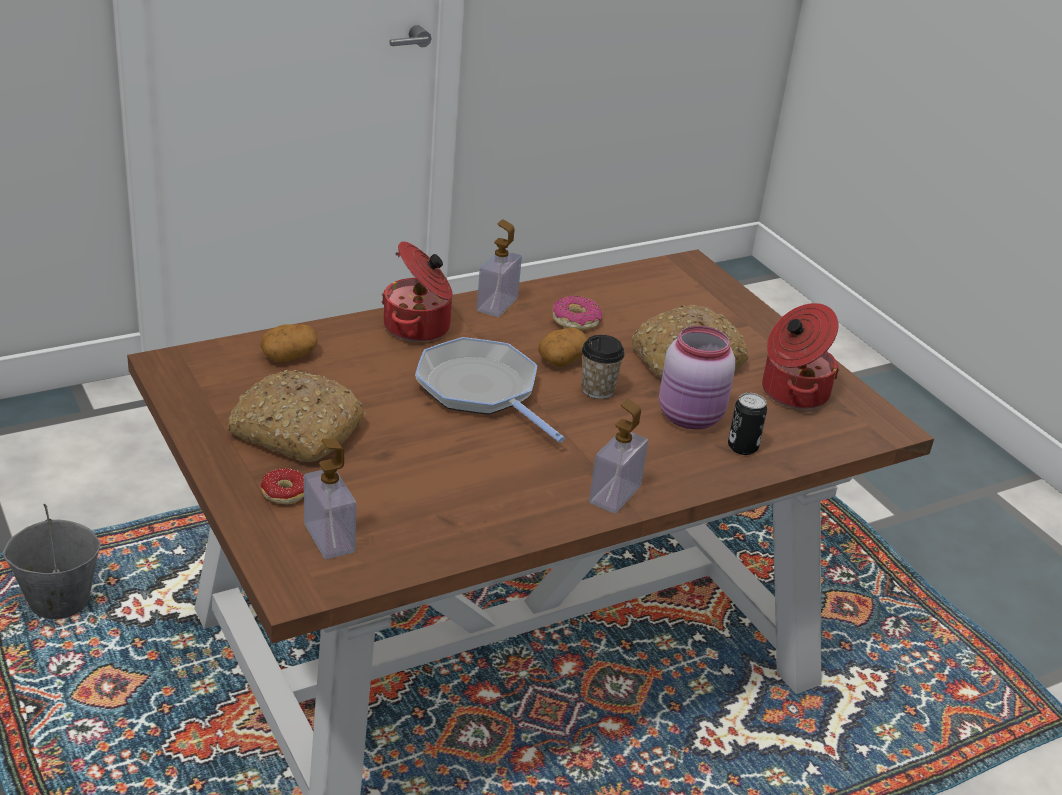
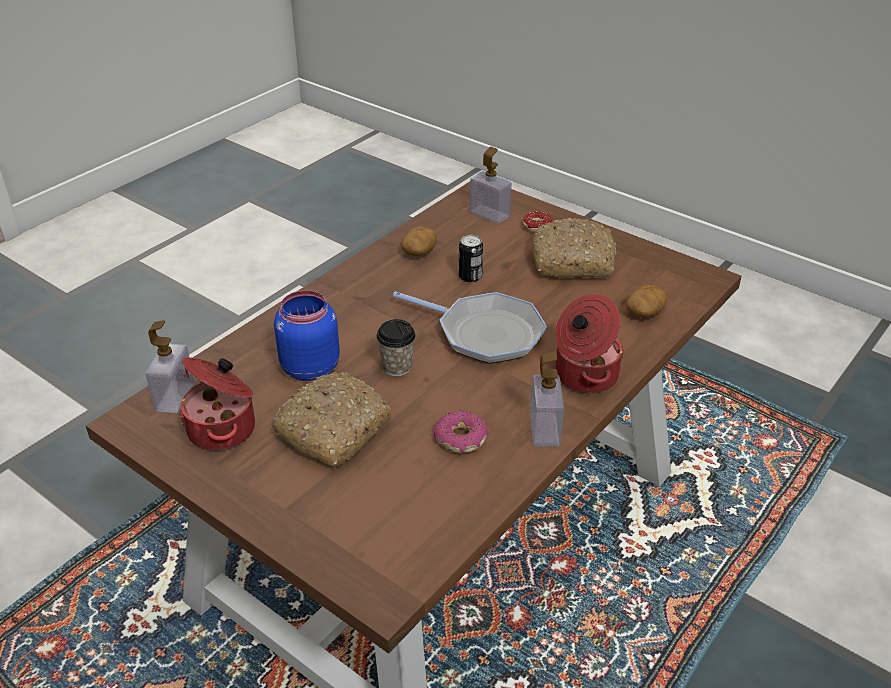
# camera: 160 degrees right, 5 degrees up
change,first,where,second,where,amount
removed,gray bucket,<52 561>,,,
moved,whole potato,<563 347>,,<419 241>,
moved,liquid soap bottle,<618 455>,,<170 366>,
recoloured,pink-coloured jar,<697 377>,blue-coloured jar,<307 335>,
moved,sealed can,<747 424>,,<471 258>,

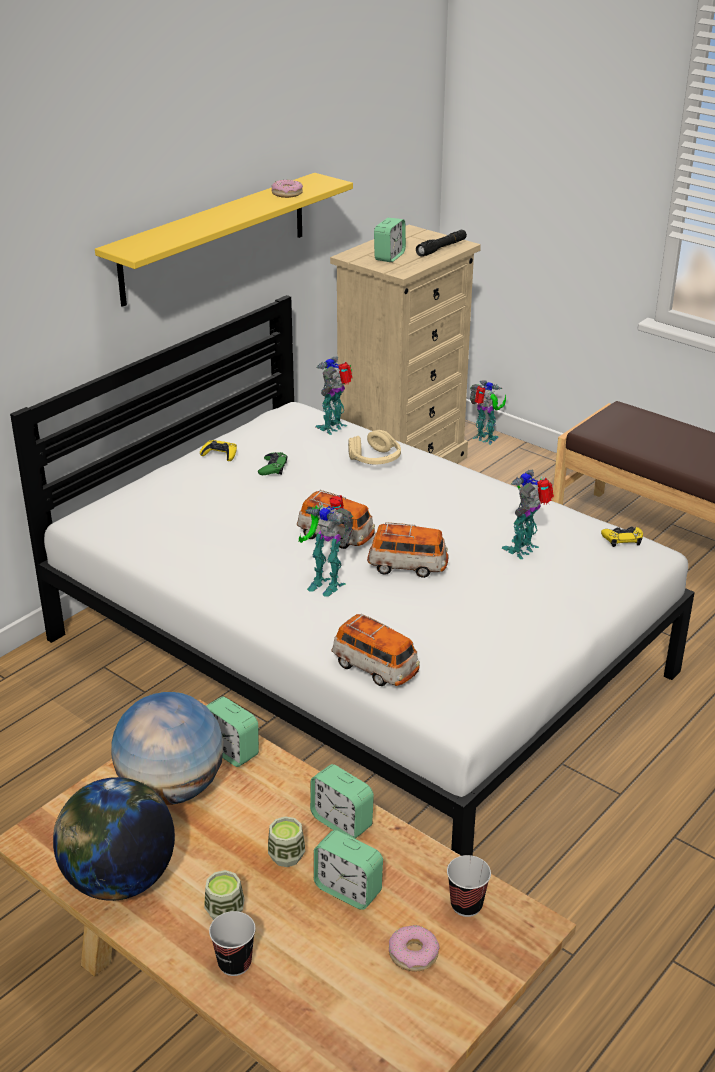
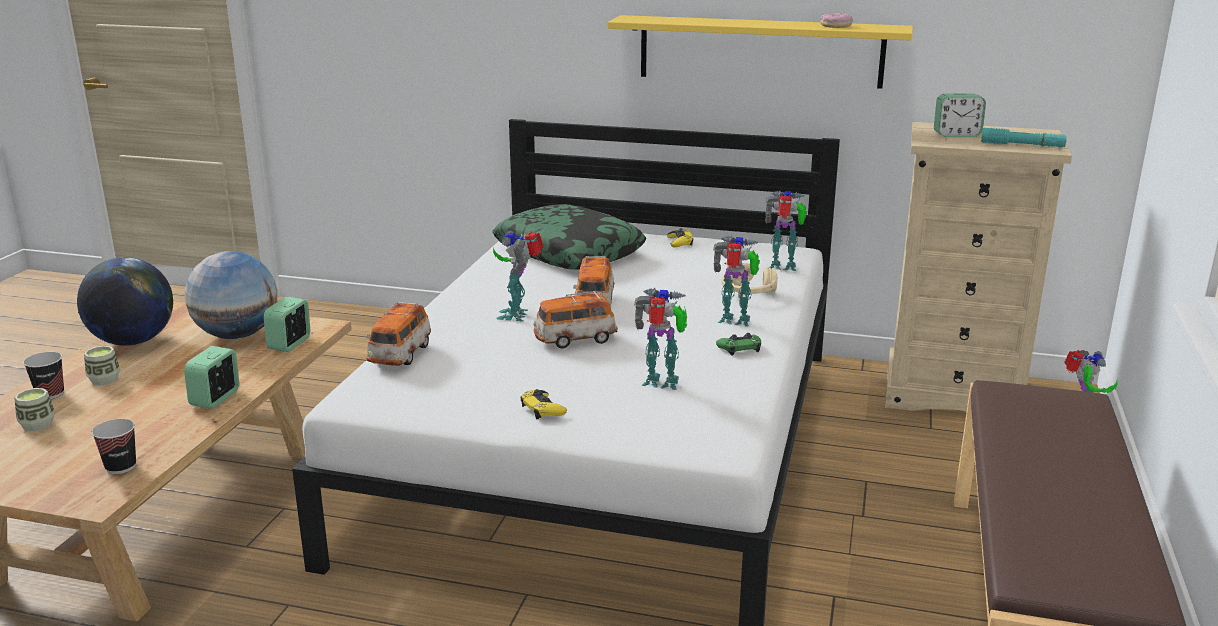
# camera: 65 degrees right, 10 degrees down
change,first,where,second,where,amount
moved,greenish gamepad,<272 463>,,<738 344>,
moved,cup,<286 841>,,<34 409>,
removed,table clock,<348 870>,,,
turned,miniature car,<408 550>,,<575 319>,90 degrees clockwise
removed,donut,<414 948>,,,
recoloured,black-coloured torch,<441 243>,blue-green torch,<1024 137>,
moved,yellow-coloured gamepad,<622 536>,,<544 404>,
added,,,throw pillow,<569 237>,
added,,,toy robot,<736 281>,

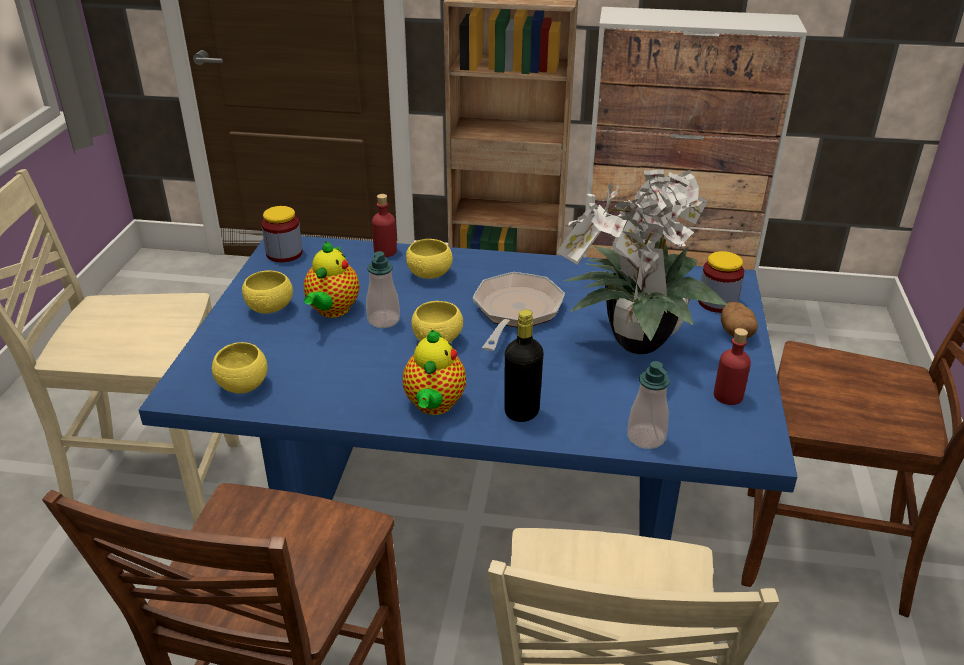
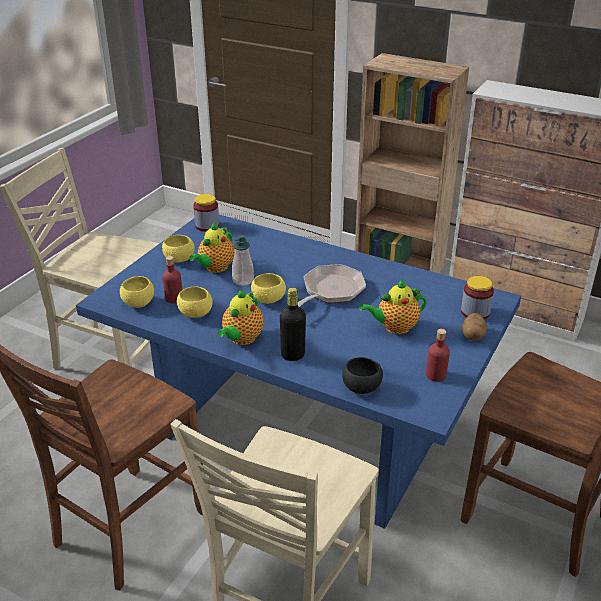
# camera: 20 degrees right, 0 degrees up
change,first,where,second,where,amount
moved,reddish beverage bottle,<384 225>,,<172 279>,
moved,yellow-coloured deep dish,<429 259>,,<195 302>,
replaced,plant in a pot,<642 262>,tea pot,<393 307>,
replaced,liquid soap bottle,<648 405>,black-coloured deep dish,<362 375>,

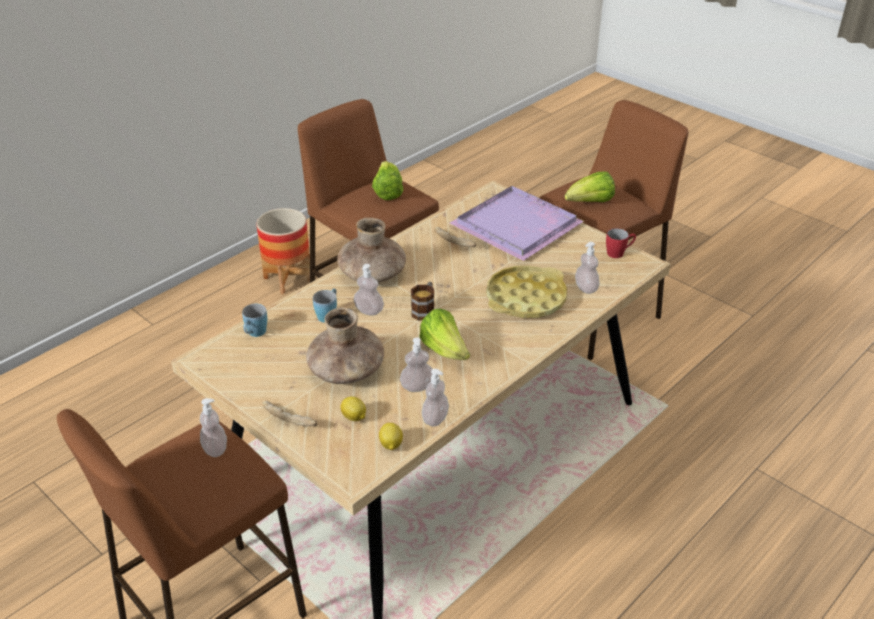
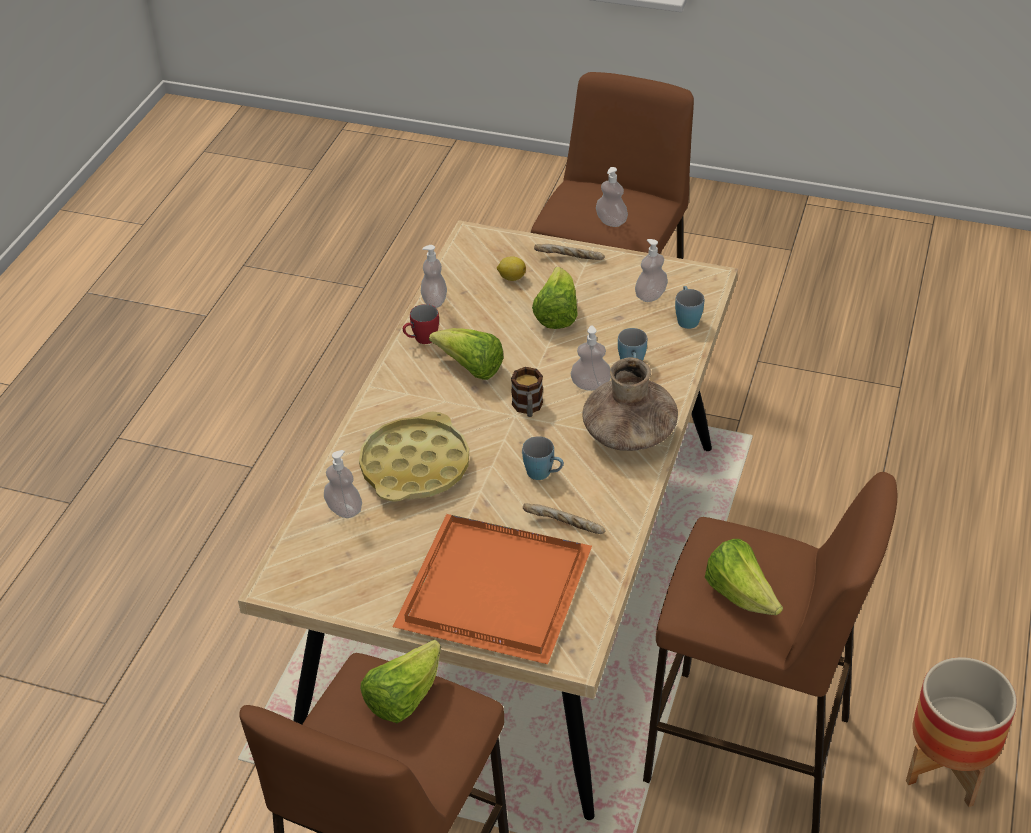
# camera: 155 degrees right, 5 degrees up
change,first,where,second,where,amount
replaced,brown-coloured flower vase,<345 345>,lettuce head,<555 298>,
removed,citrus fruit,<391 436>,,,
moved,liquid soap bottle,<416 364>,,<651 270>,
recoloured,purplish serving tray,<517 223>,orange serving tray,<492 589>,
moved,reddish tea mug,<621 243>,,<421 324>,
added,,,blue-coloured tea mug,<543 458>,

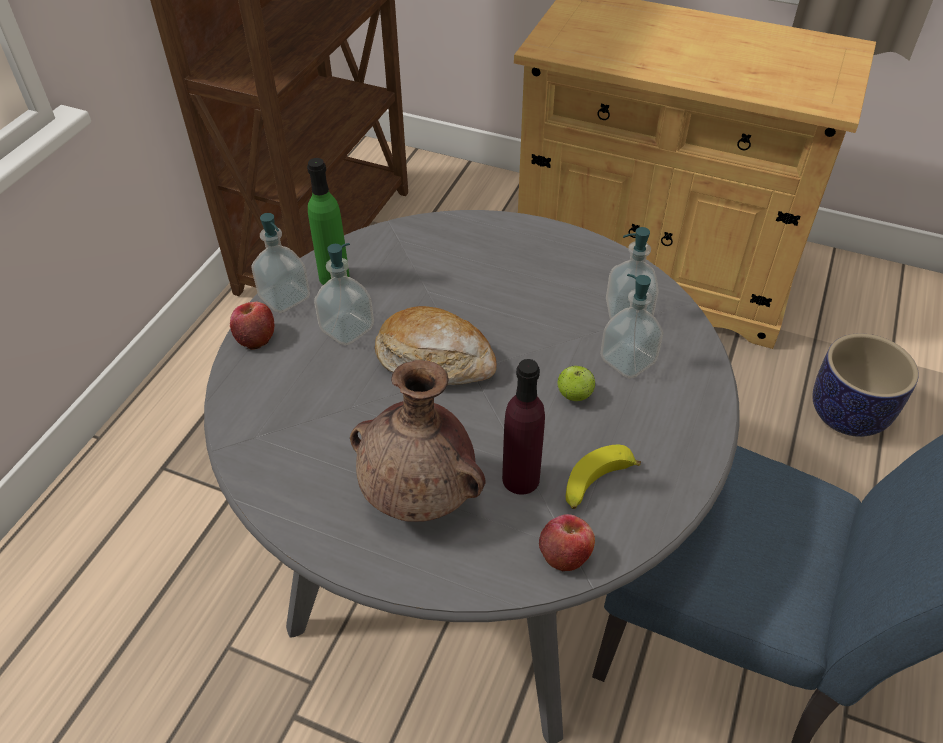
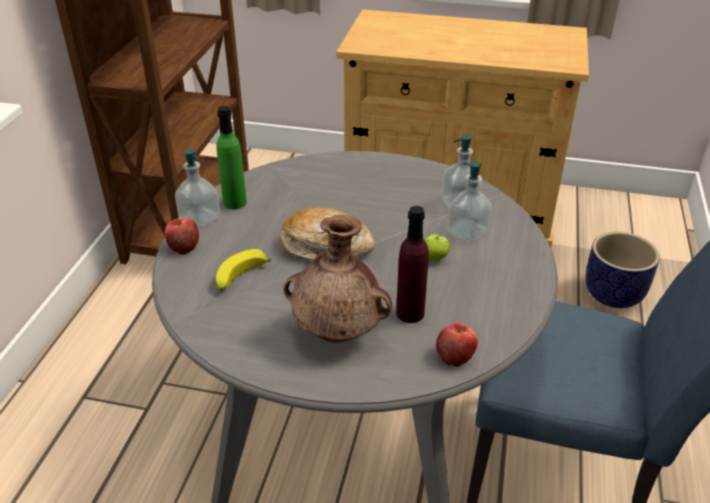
# camera: 10 degrees left, 10 degrees down
change,first,where,second,where,amount
removed,liquid soap bottle,<344 294>,,,
moved,banana fruit,<603 477>,,<243 269>,

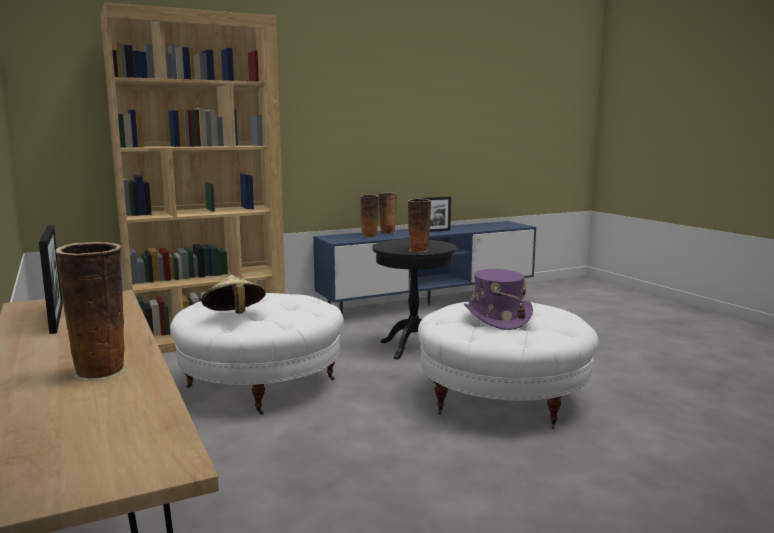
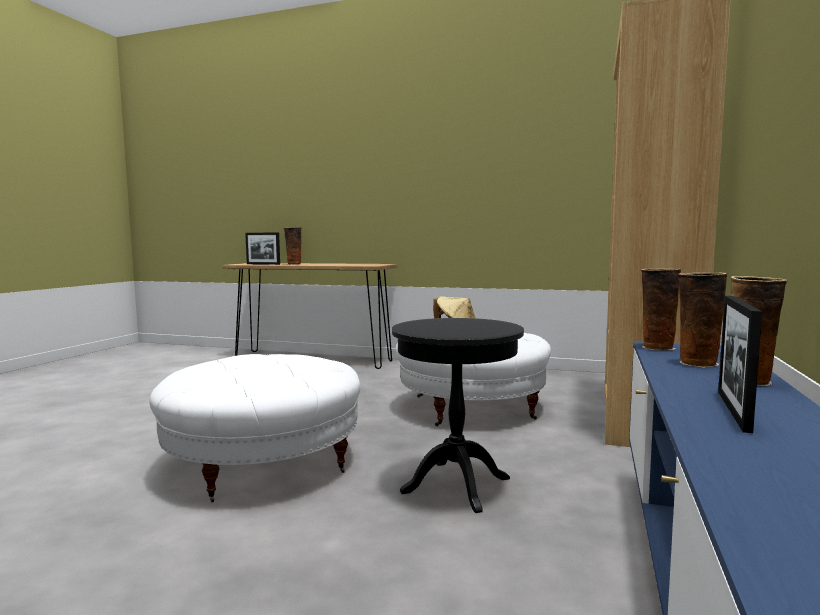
# camera: 135 degrees right, 5 degrees down
change,first,where,second,where,amount
moved,picture frame,<51 279>,,<262 248>,
moved,flower vase,<419 225>,,<661 309>,
removed,purplish clothing hat,<498 299>,,,

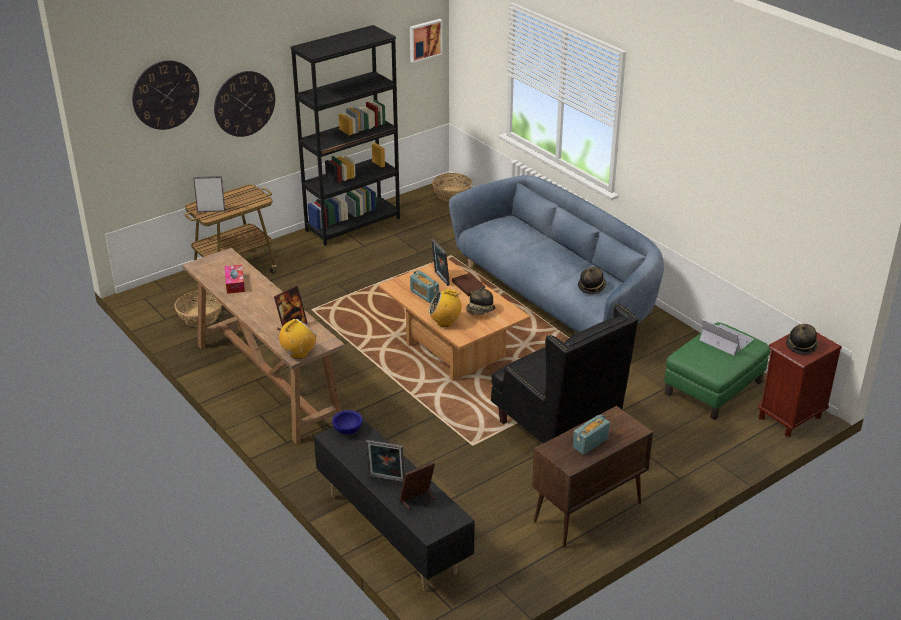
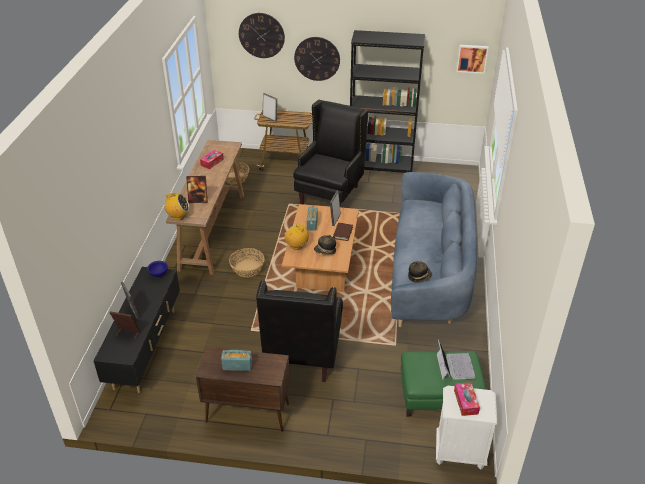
# camera: 45 degrees right, 5 degrees up
change,first,where,second,where,amount
moved,household basket,<452 187>,,<247 262>,
recoloured,brown-coloured bedside table,<800 385>,whitish bedside table,<467 428>,
replaced,clothing hat,<802 339>,tissue holder,<467 399>,
added,,,black-coloured armchair,<330 152>,

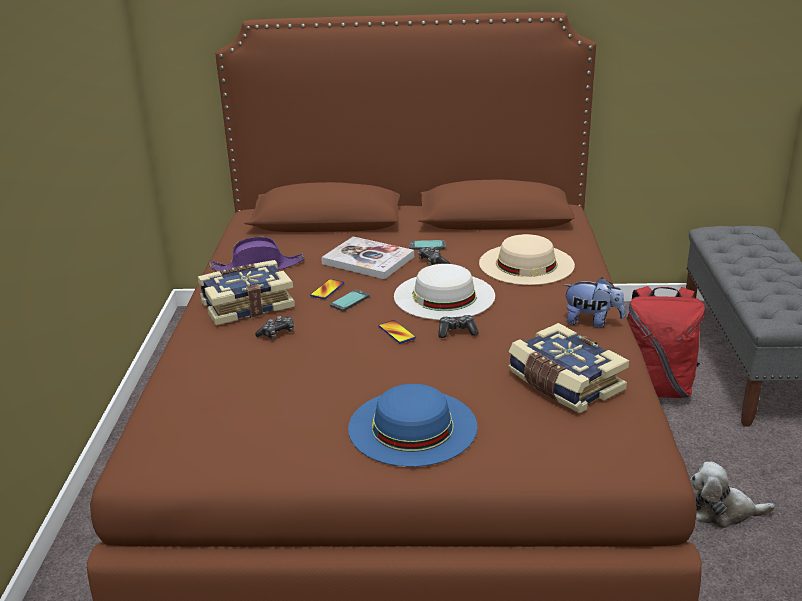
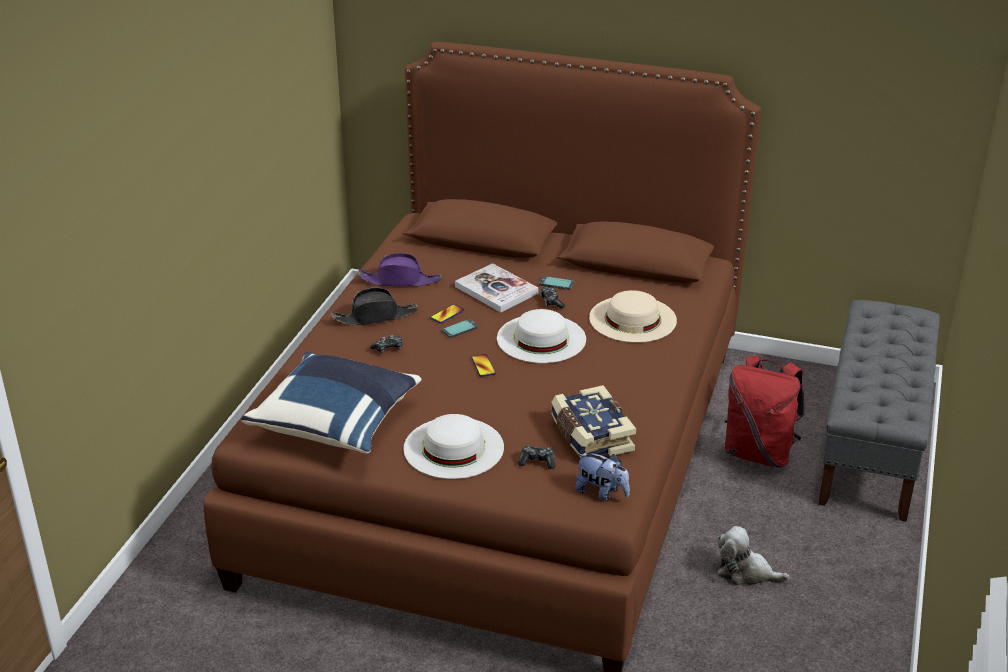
# camera: 15 degrees right, 5 degrees up
change,first,where,second,where,amount
replaced,volume,<246 292>,black-coloured clothing hat,<374 307>,
recoloured,blue-coloured clothing hat,<412 425>,whitish clothing hat,<453 446>,
moved,gamepad,<458 326>,,<536 457>,
moved,soft toy,<594 302>,,<603 477>,
added,,,blue-coloured throw pillow,<331 403>,

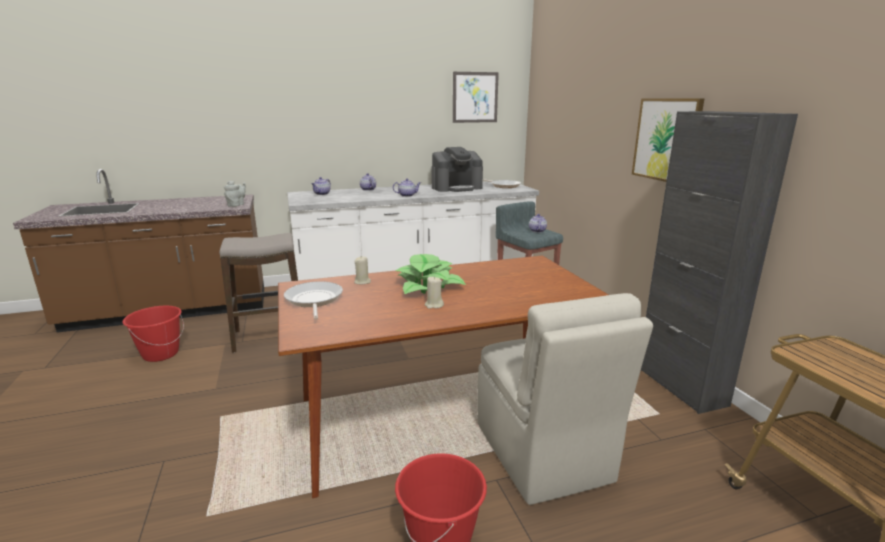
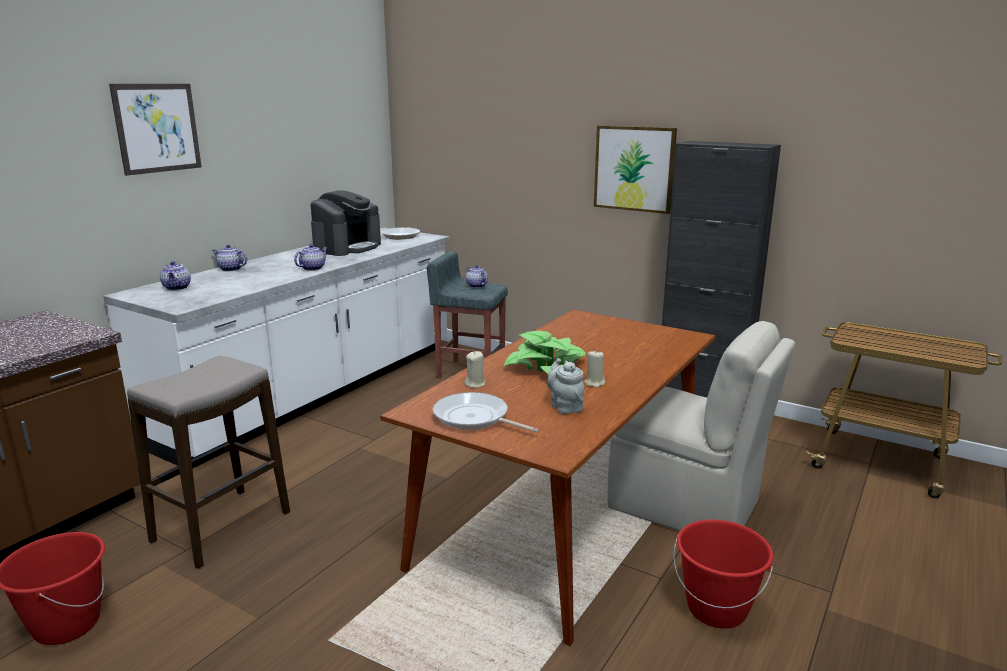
# camera: 40 degrees left, 0 degrees up
change,first,where,second,where,amount
moved,gray tea pot,<235 194>,,<565 386>,
moved,picture,<476 97>,,<155 130>,

